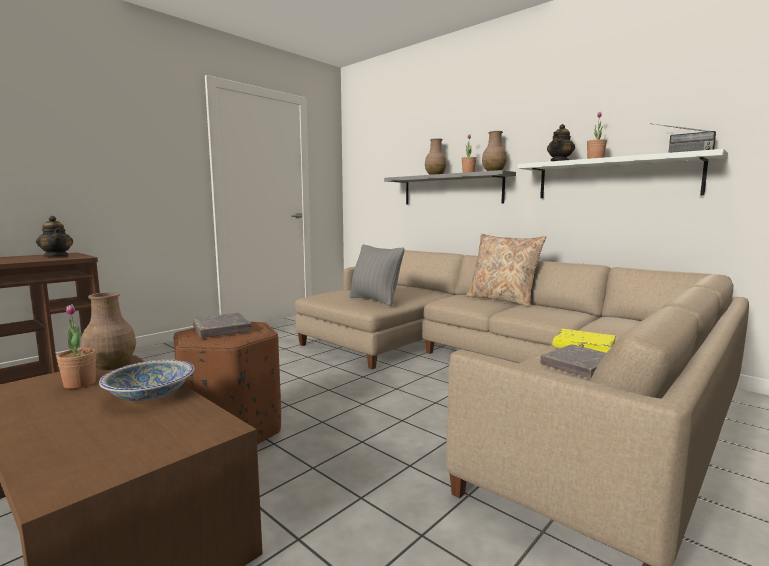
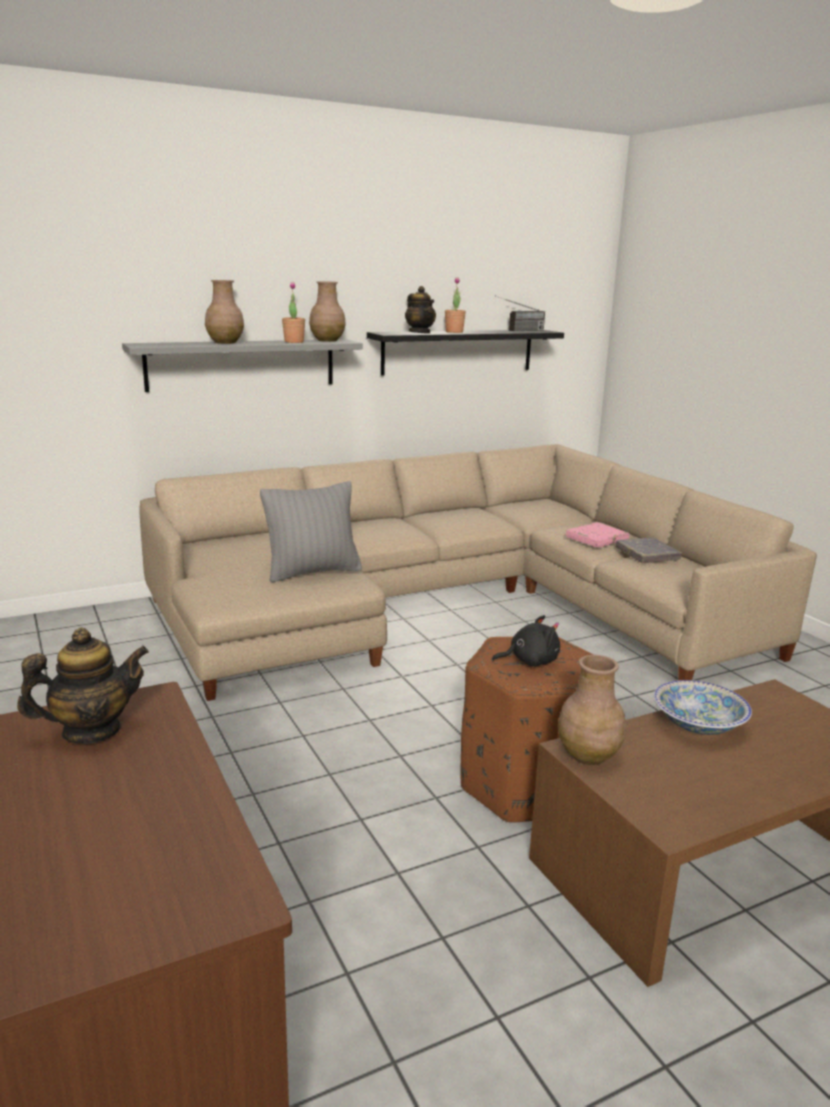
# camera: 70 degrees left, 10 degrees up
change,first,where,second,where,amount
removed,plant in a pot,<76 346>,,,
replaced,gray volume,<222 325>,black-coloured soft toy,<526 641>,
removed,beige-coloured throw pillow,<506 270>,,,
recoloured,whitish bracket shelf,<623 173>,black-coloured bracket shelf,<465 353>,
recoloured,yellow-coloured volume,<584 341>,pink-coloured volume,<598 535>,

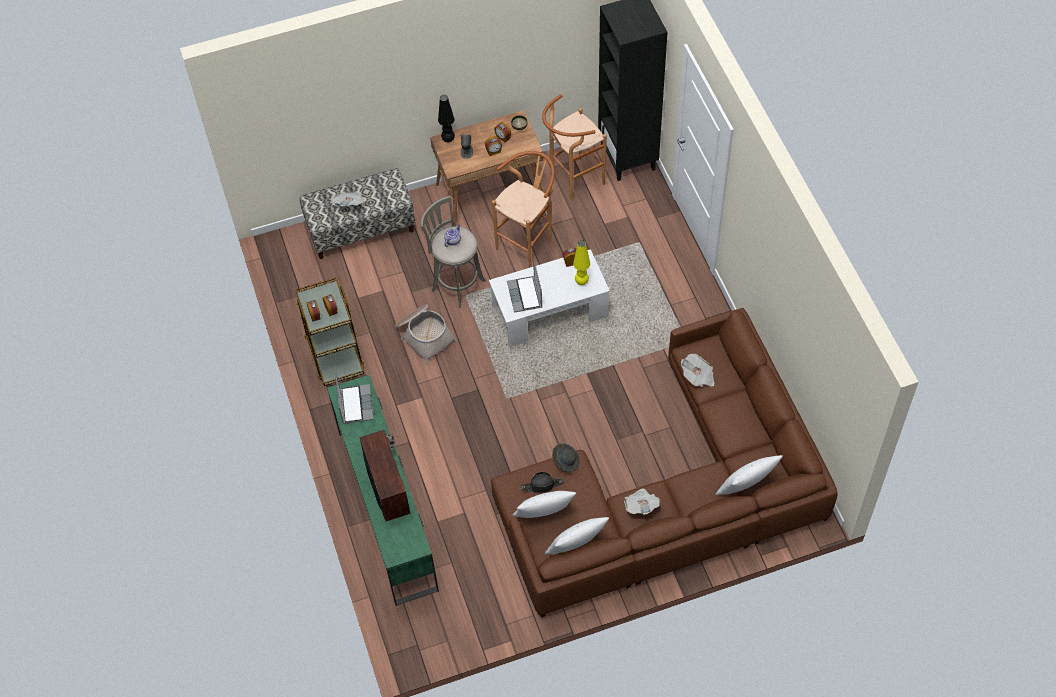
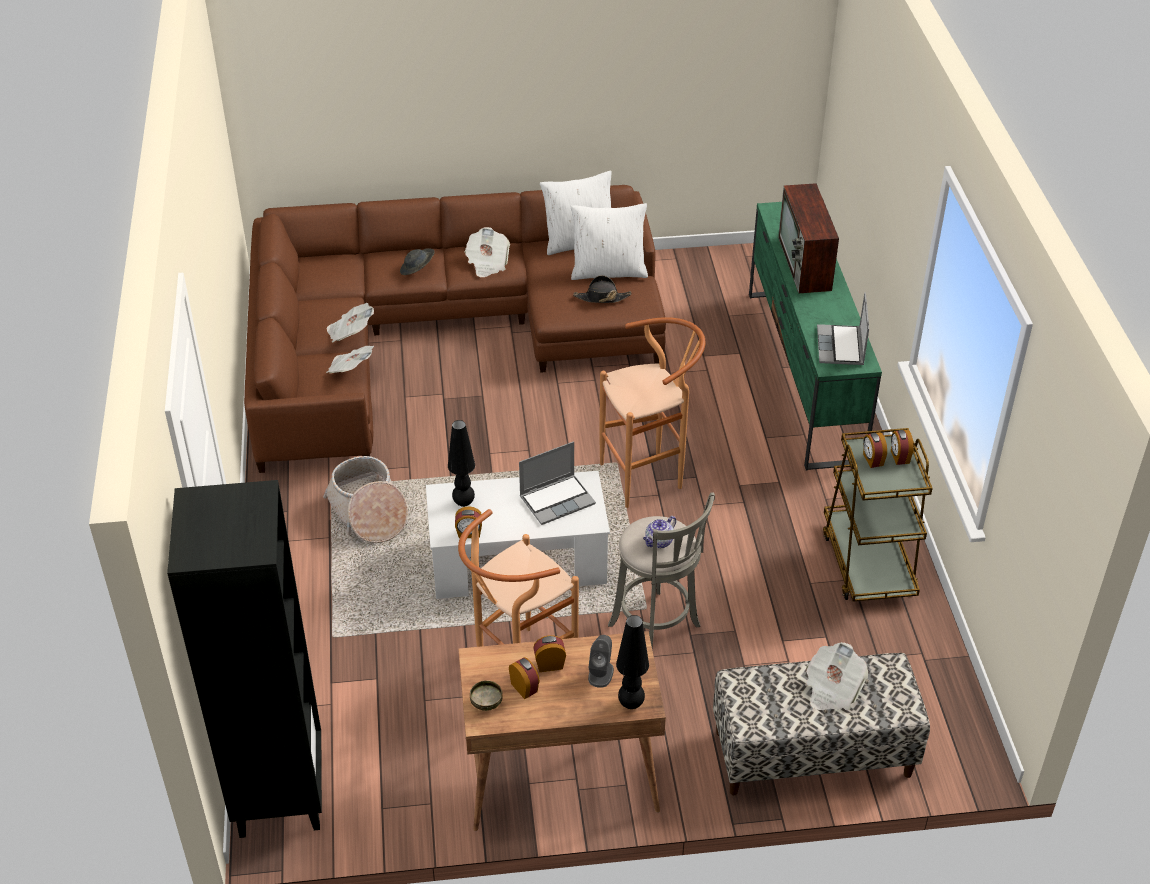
# camera: 170 degrees left, 15 degrees down
change,first,where,second,where,amount
moved,household basket,<426 334>,,<365 499>,
turned,notebook computer,<524 286>,,<557 483>,60 degrees clockwise
moved,brown-coloured stool seat,<574 147>,,<652 412>,
moved,gray clothing hat,<566 457>,,<417 261>,
recoloured,yellow-coloured lamp for a table,<581 262>,black-coloured lamp for a table,<461 463>,
removed,whitish throw pillow,<749 475>,,,
added,,,printed paper,<350 323>,

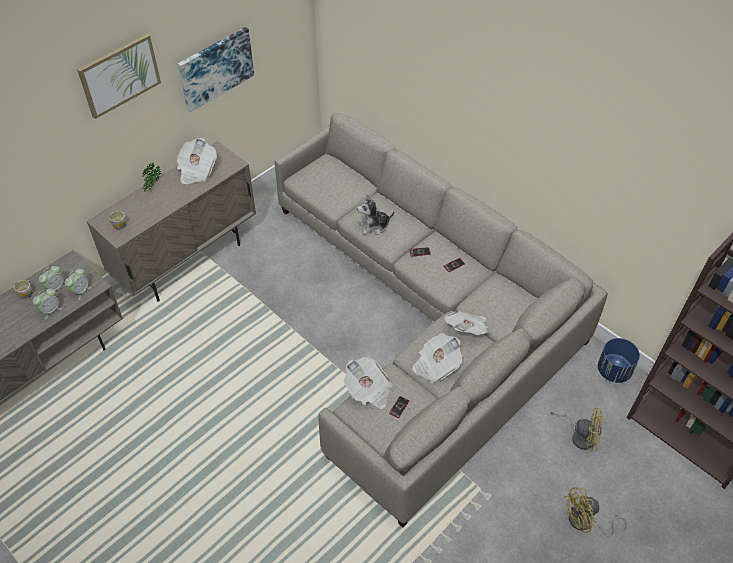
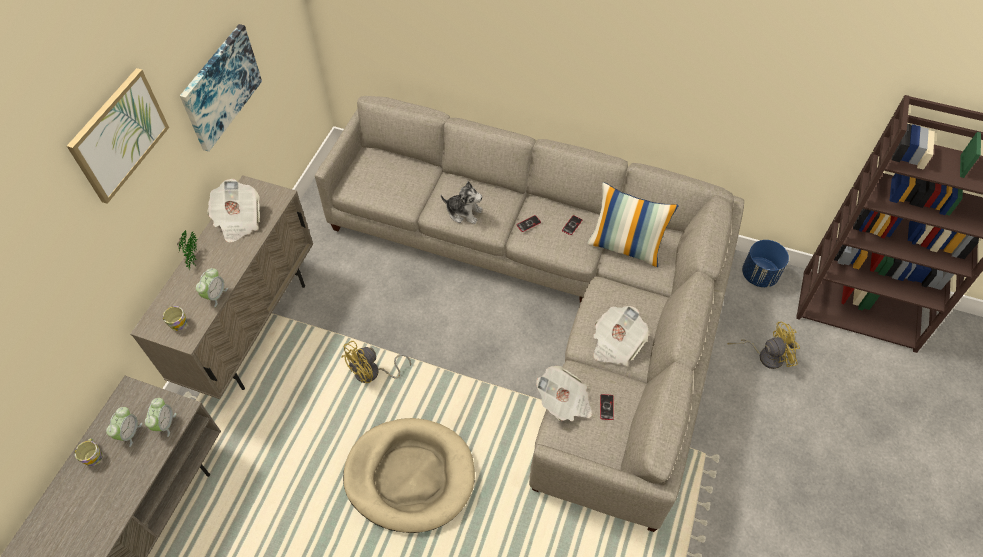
# camera: 25 degrees left, 5 degrees up
change,first,where,second,where,amount
moved,table clock,<47 304>,,<212 287>,
turned,soft toy,<375 214>,,<462 202>,120 degrees counterclockwise
removed,printed paper,<467 323>,,,
moved,yellow-coloured electric fan,<595 512>,,<376 362>,
added,,,beige-coloured pet bed,<409 475>,
added,,,throw pillow,<633 224>,

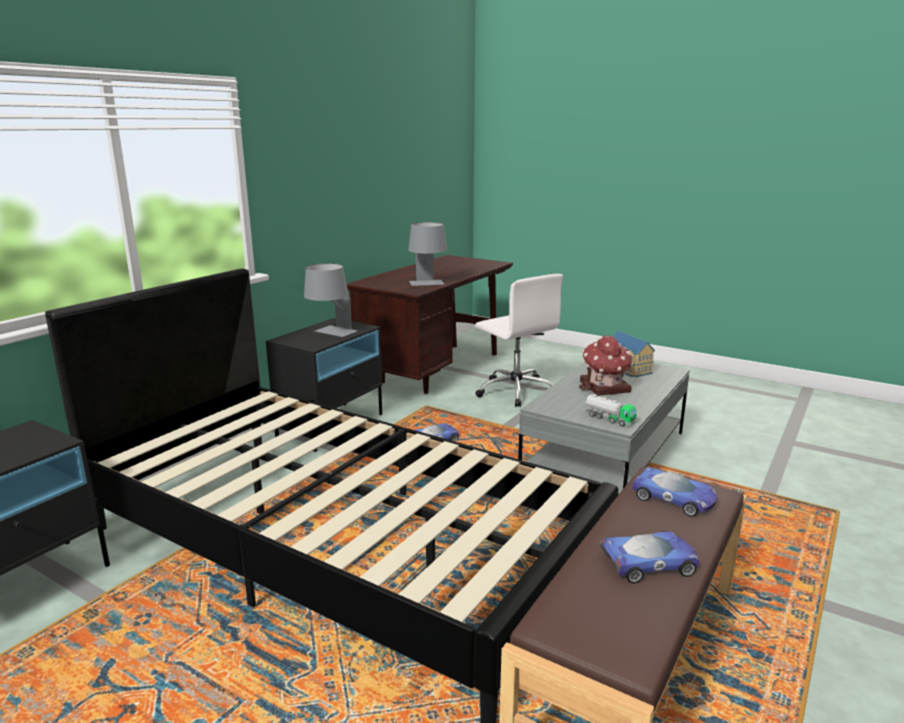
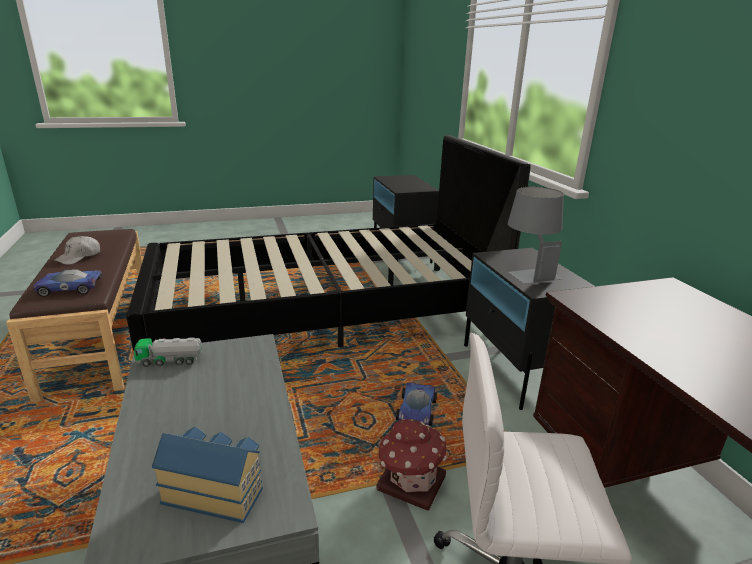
# camera: 130 degrees right, 5 degrees up
change,first,where,second,where,amount
removed,gray lamp for a table,<427 254>,,,
moved,toy house,<606 365>,,<411 465>,
replaced,miniature car,<649 557>,whitish peaked cap,<77 250>,

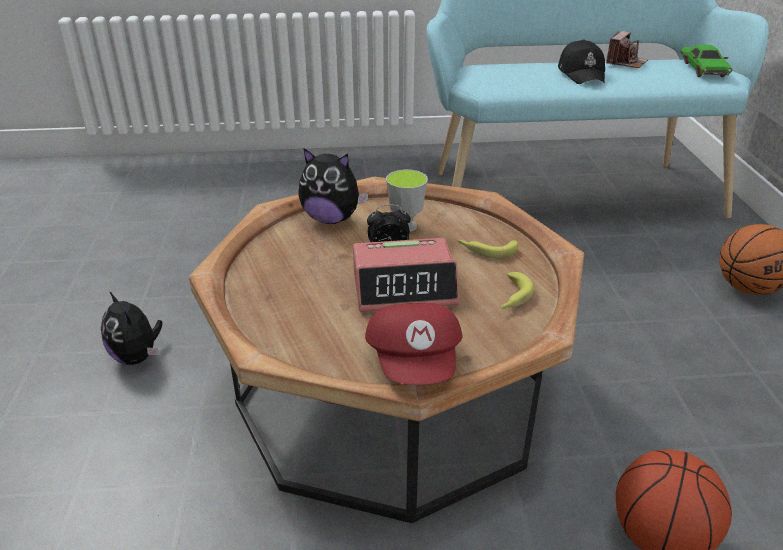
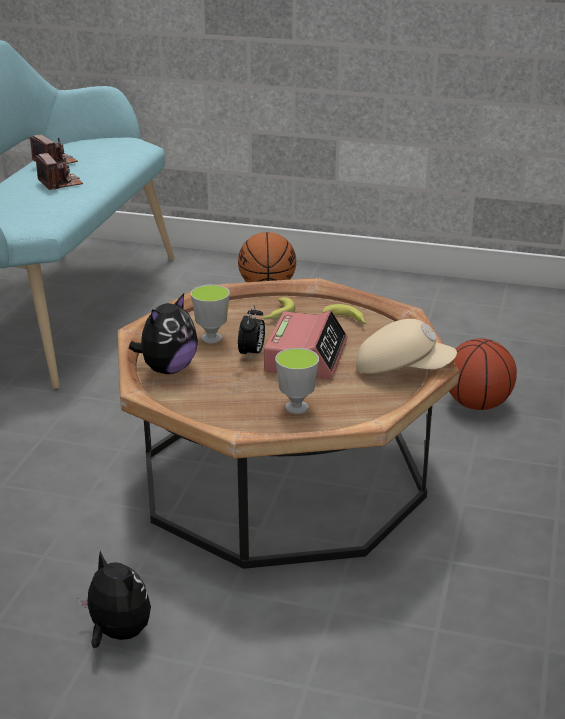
# camera: 70 degrees left, 5 degrees down
change,first,where,second,where,amount
turned,soft toy,<131 328>,,<114 599>,120 degrees counterclockwise
recoloured,reddish peaked cap,<413 344>,beige-coloured peaked cap,<406 346>,
replaced,black-coloured peaked cap,<581 61>,photo camera,<59 171>,
removed,greenish miniature car,<706 61>,,,
added,,,cup,<297 381>,

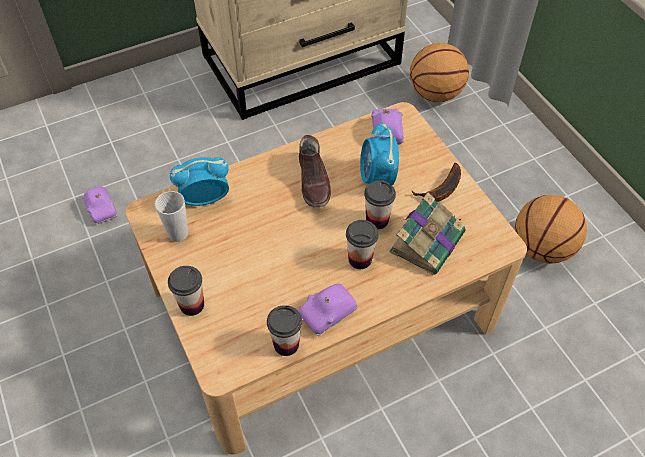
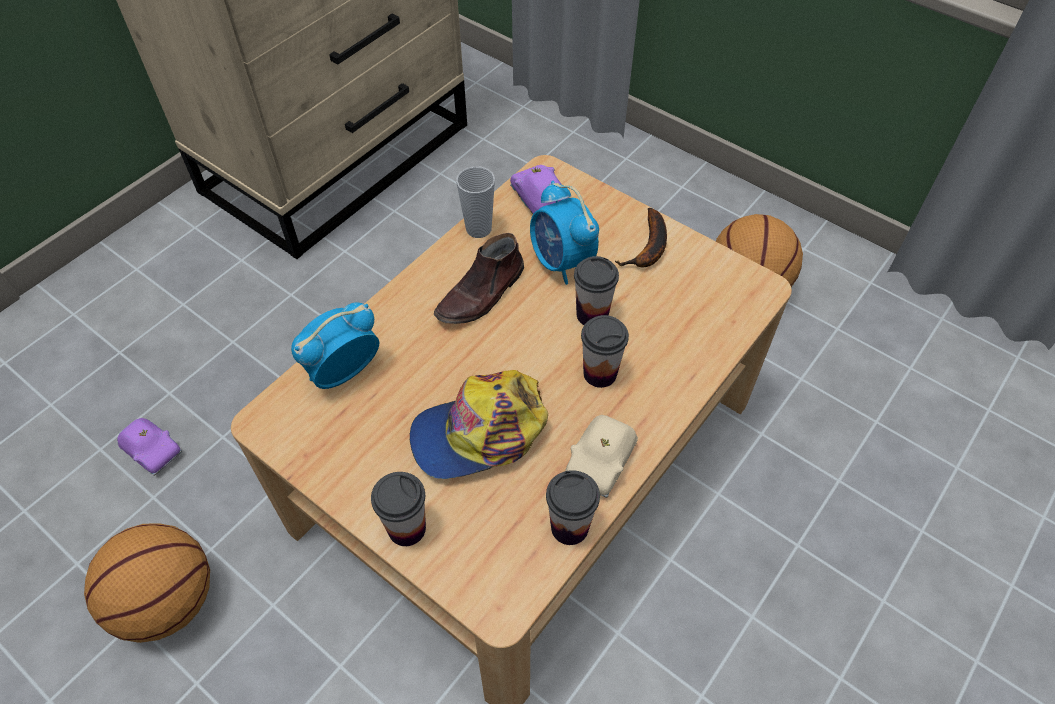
# camera: 25 degrees left, 0 degrees up
change,first,where,second,where,amount
moved,cup,<171 216>,,<475 202>,
turned,brown-coloured item of footwear,<315 171>,,<479 278>,75 degrees clockwise
recoloured,purplish miniature car,<328 310>,beige-coloured miniature car,<601 456>,
removed,volume,<427 234>,,,
moved,basketball ball,<439 72>,,<147 583>,
added,,,peaked cap,<479 424>,

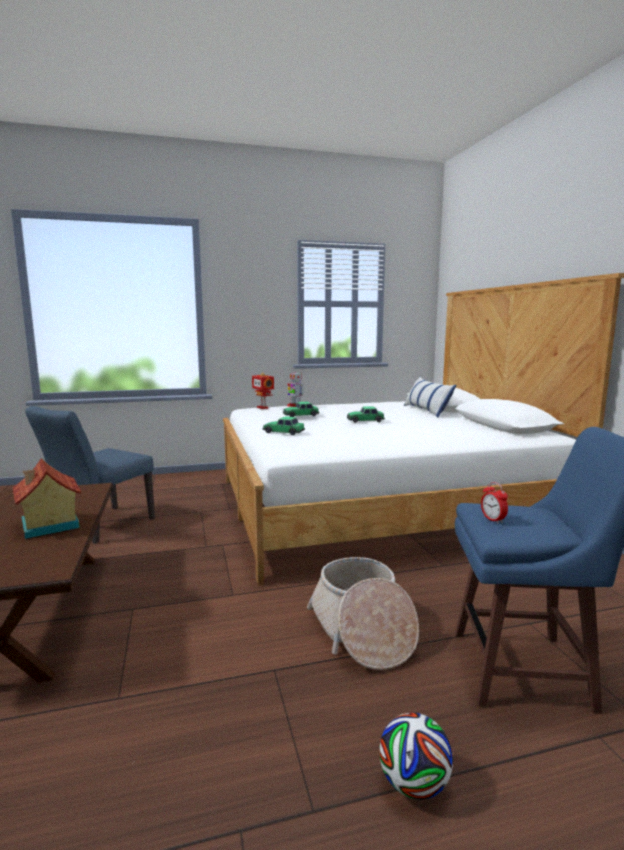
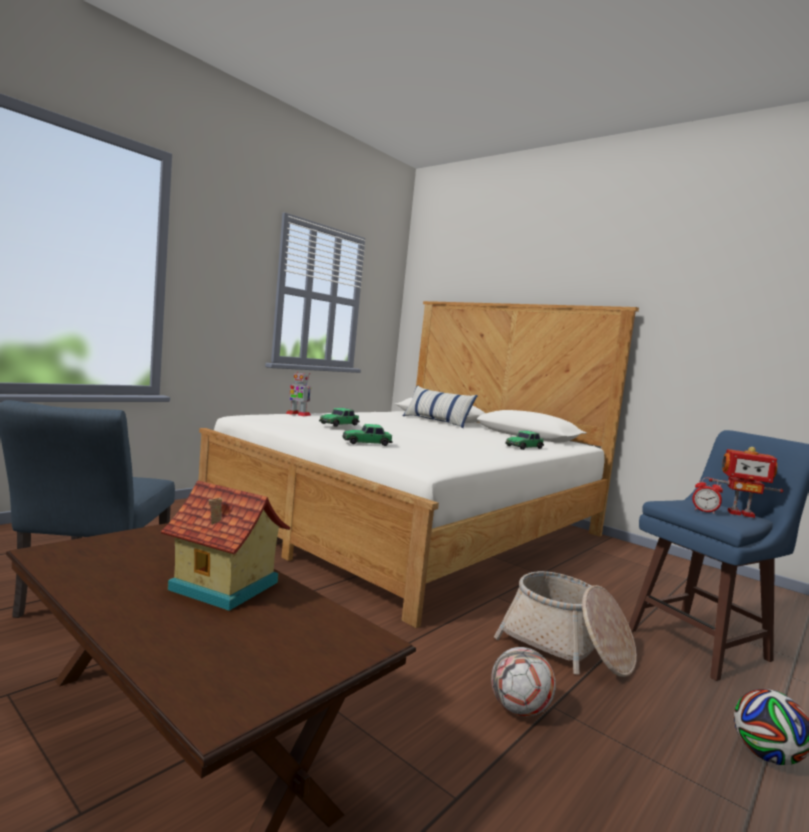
# camera: 35 degrees left, 5 degrees down
change,first,where,second,where,amount
moved,toy robot,<263 390>,,<746 482>,
moved,miniature car,<366 414>,,<524 440>,
added,,,ball for football,<523 682>,

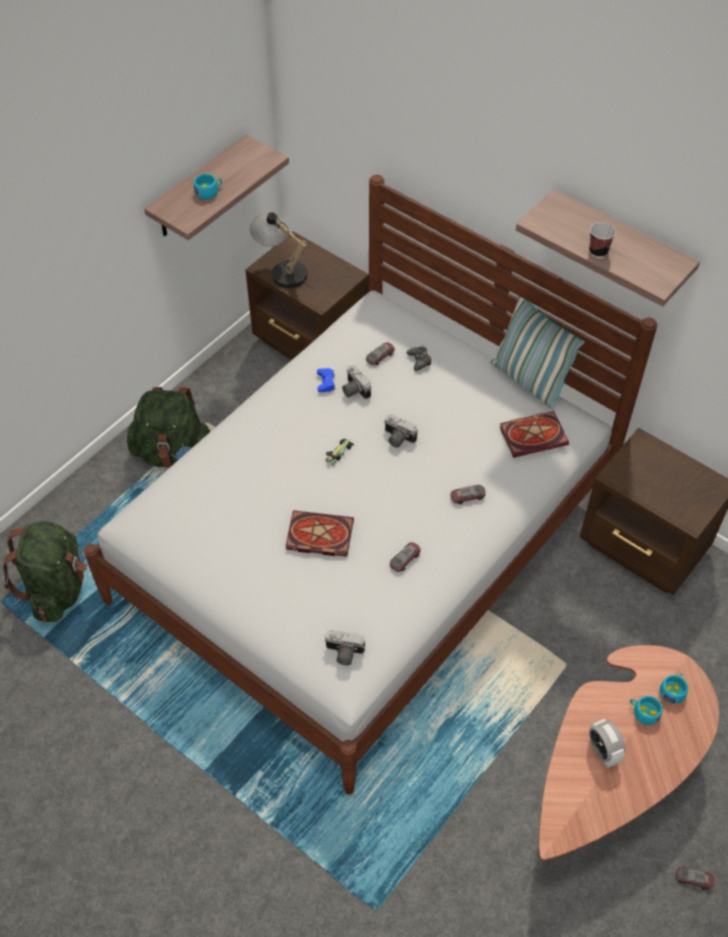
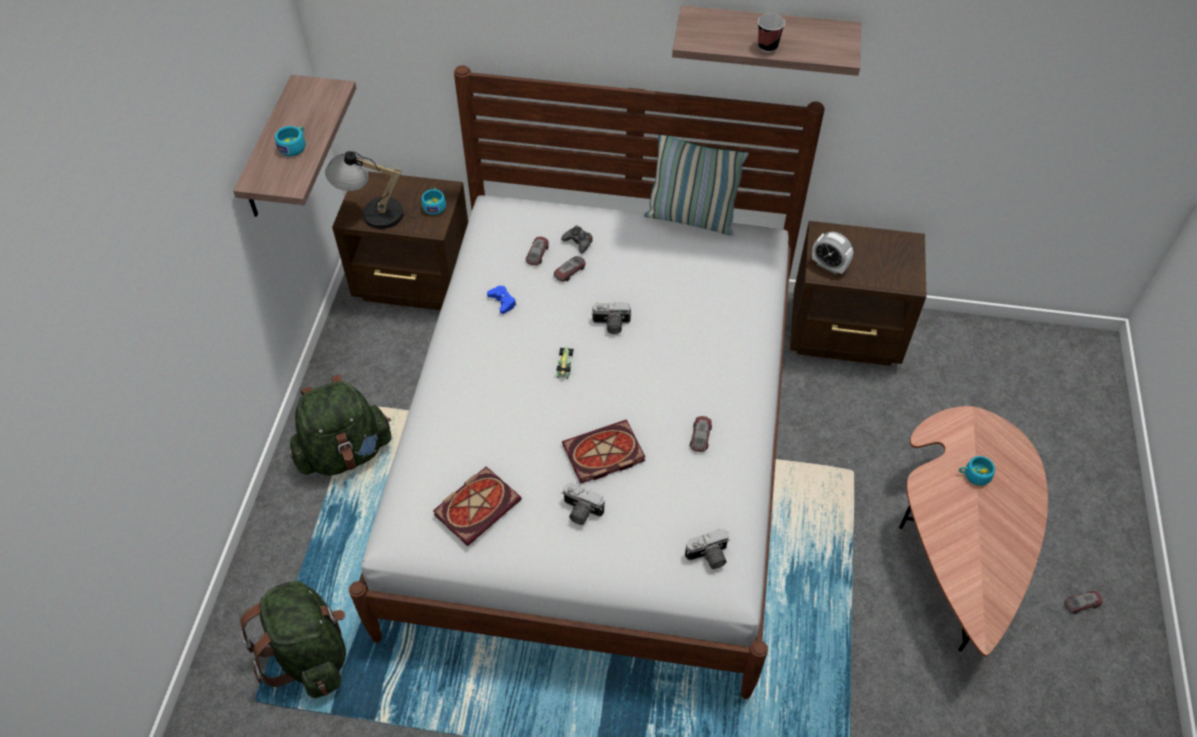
# camera: 30 degrees left, 0 degrees up
change,first,where,second,where,amount
moved,photo camera,<357 382>,,<583 504>,
moved,miniature car,<468 494>,,<570 269>,
moved,volume,<534 434>,,<477 506>,
moved,table clock,<607 743>,,<832 253>,
moved,blue-green cup,<674 688>,,<433 201>,

